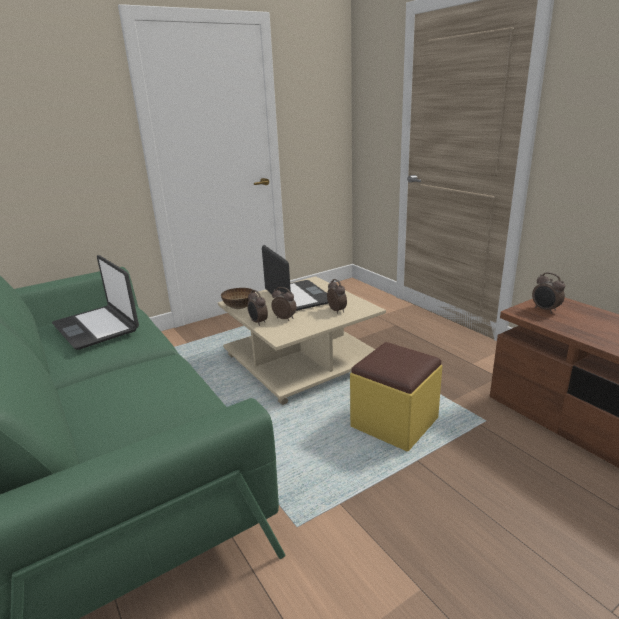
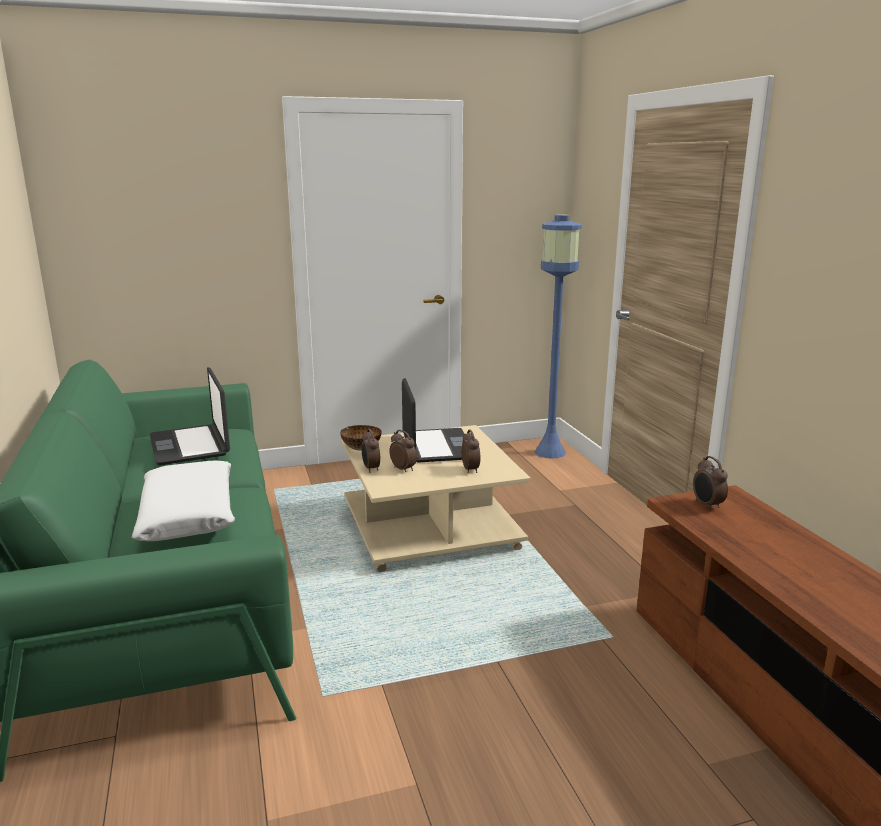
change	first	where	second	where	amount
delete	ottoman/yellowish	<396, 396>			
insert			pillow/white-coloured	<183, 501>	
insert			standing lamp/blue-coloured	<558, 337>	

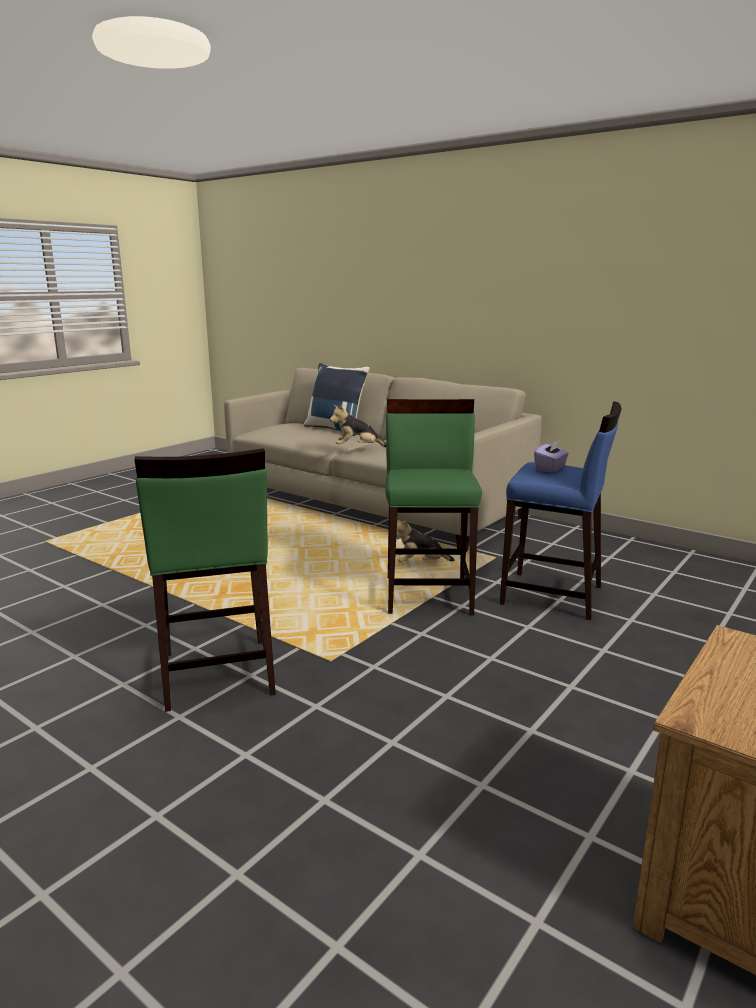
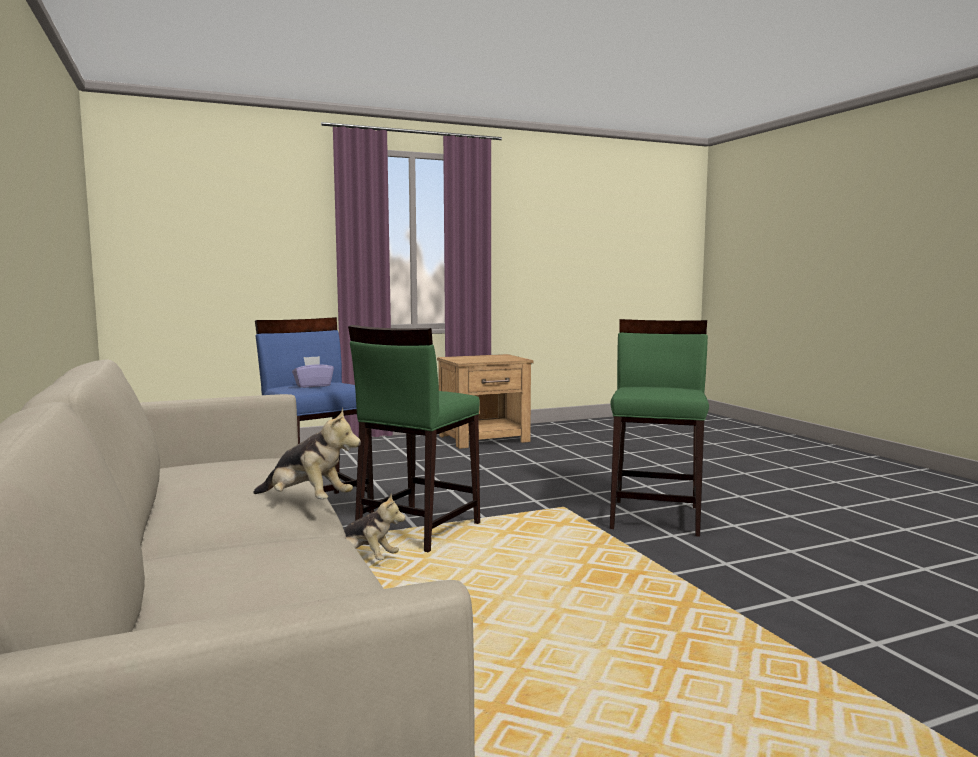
change	first	where	second	where	amount
delete	pillow/blue-coloured	<337, 399>			

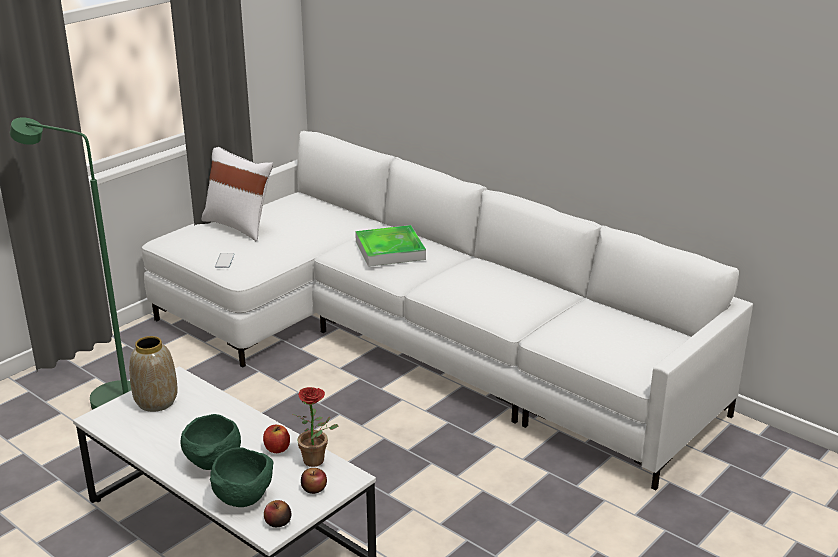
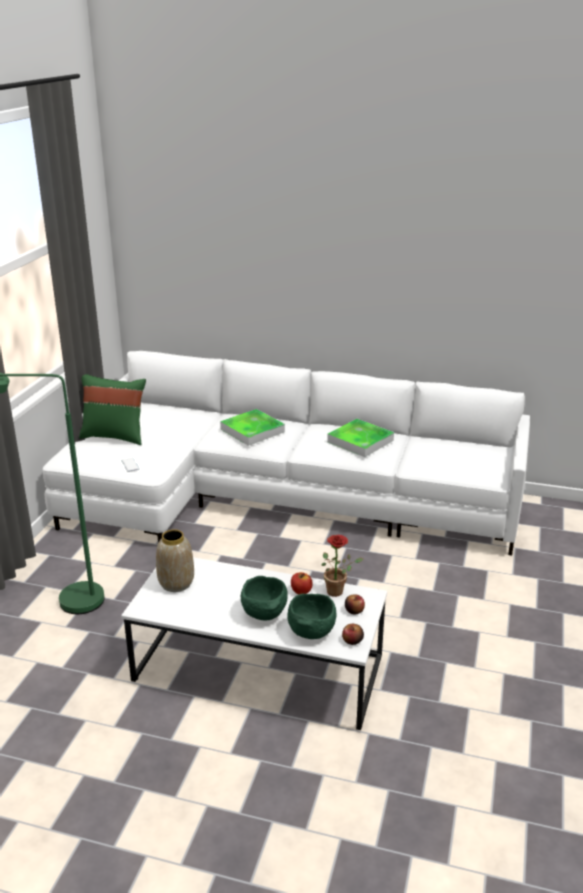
change	first	where	second	where	amount
insert			serving tray	<360, 438>	
recolor	pillow/white-coloured	<237, 194>	pillow/greenish	<112, 409>	

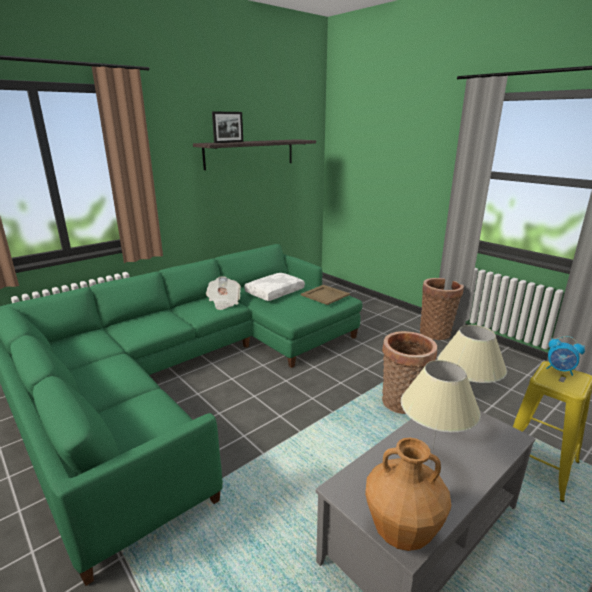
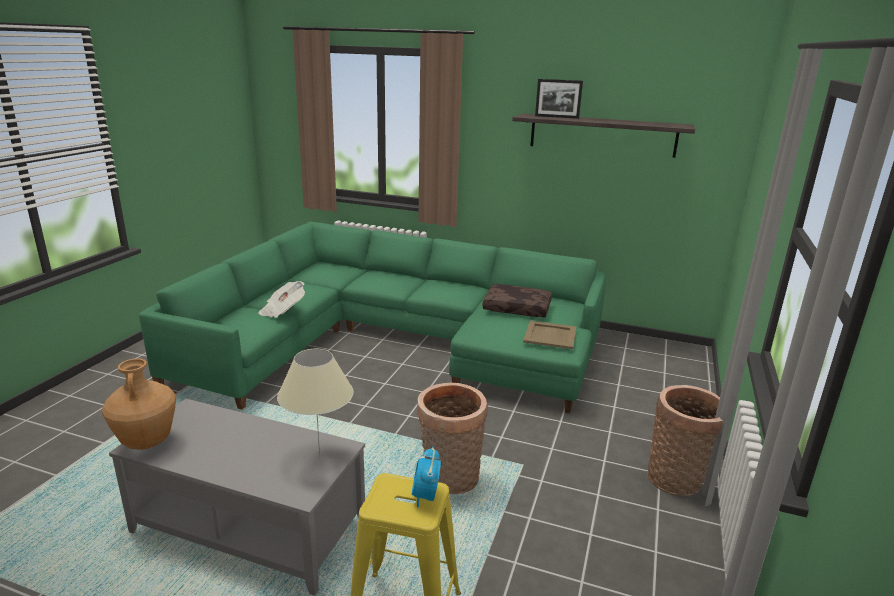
change	first	where	second	where	amount
delete	table lamp/beige	<441, 413>			
move	printed paper	<223, 293>		<281, 299>	
recolor	pillow/white-coloured	<274, 287>	pillow/brownish	<517, 300>	

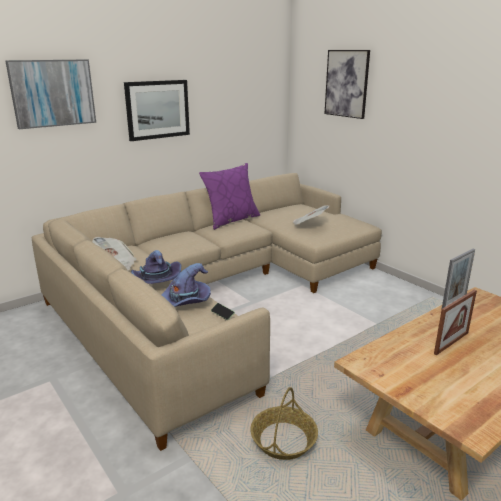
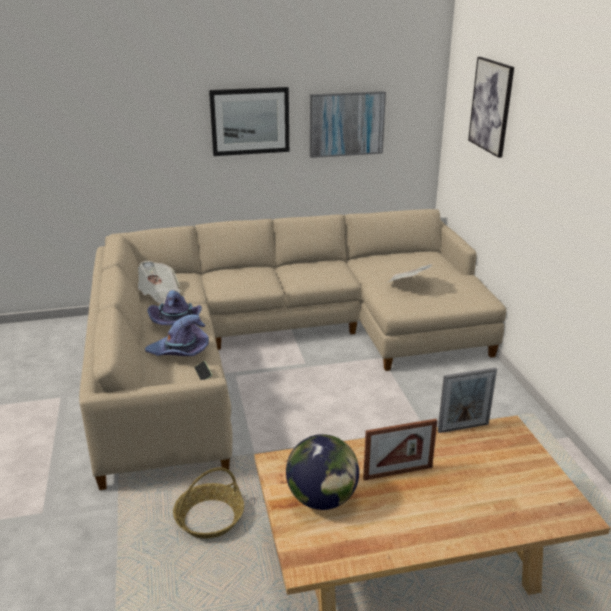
change	first	where	second	where	amount
delete	pillow/purplish	<229, 196>			
insert			desk globe	<322, 472>	
move	picture	<50, 94>		<348, 124>	

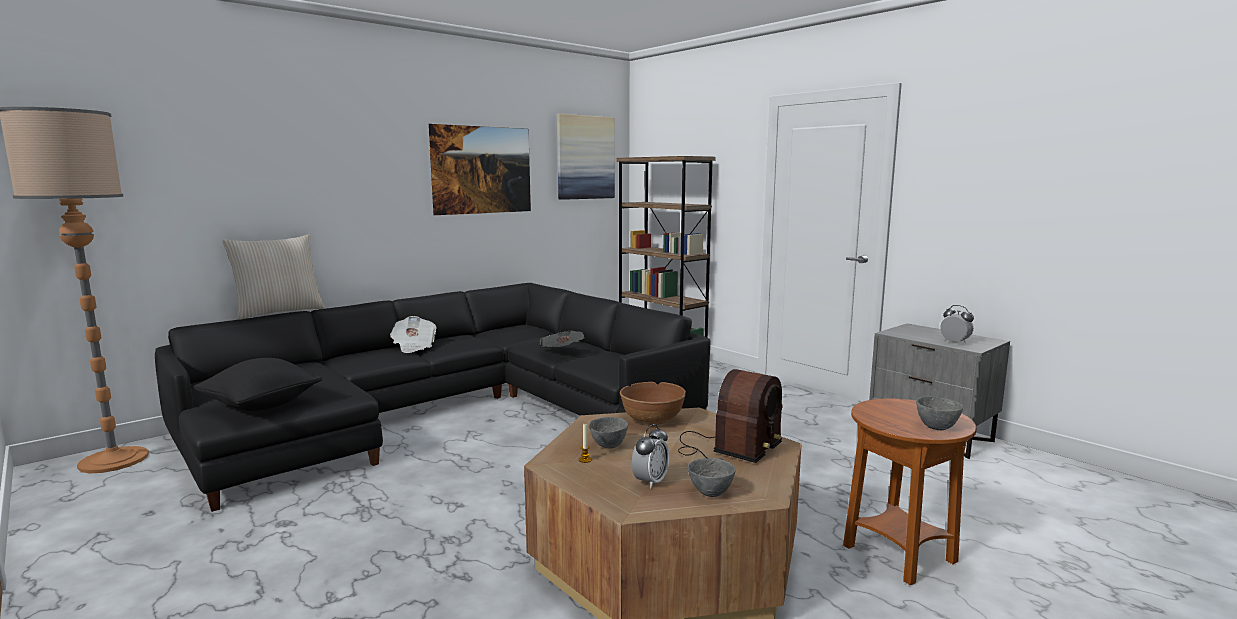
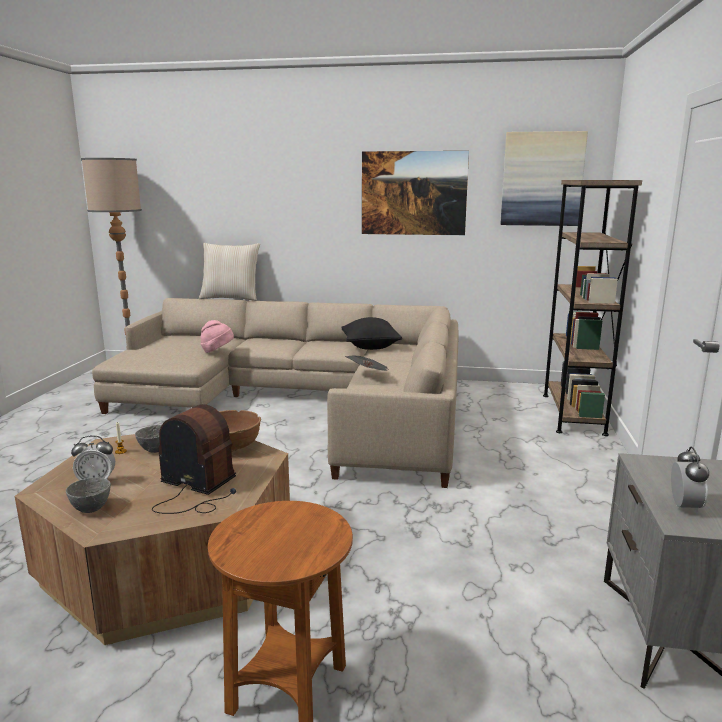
change	first	where	second	where	amount
delete	printed paper	<413, 334>			
delete	bowl/greyish	<939, 413>			
insert			wearable hat/pink	<217, 336>	
move	pillow/blackish	<258, 384>		<371, 333>	
recolor	couch/blackish	<432, 397>	couch/beige	<275, 393>	
rotate	radio set	<730, 416>		<194, 459>	150 degrees counterclockwise

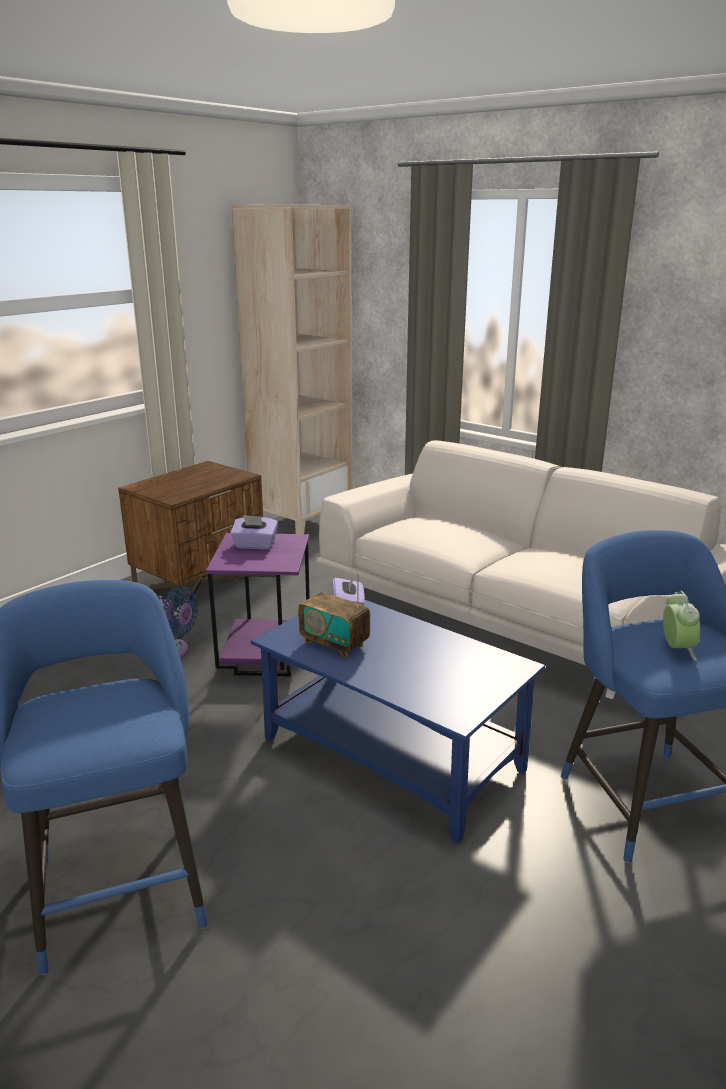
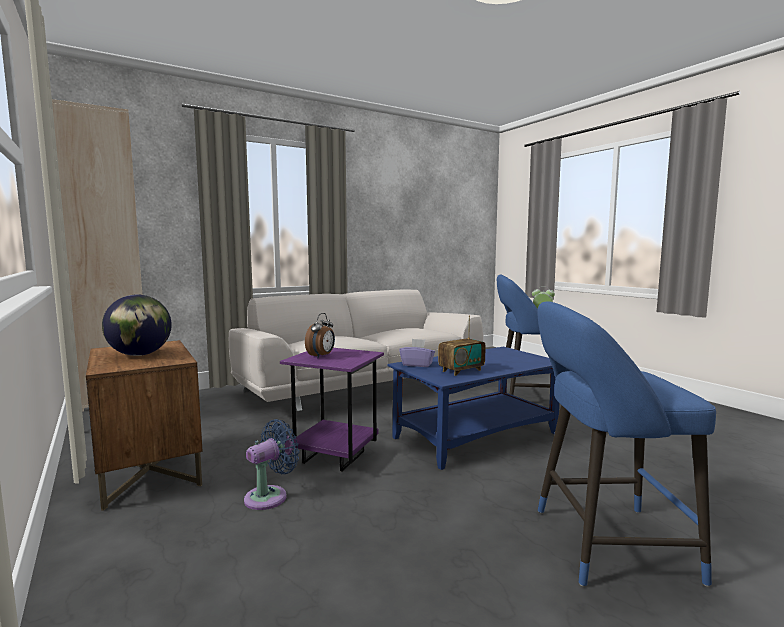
change	first	where	second	where	amount
insert			desk globe	<137, 325>	
replace	box of tissues/purplish	<254, 532>	table clock	<320, 335>	

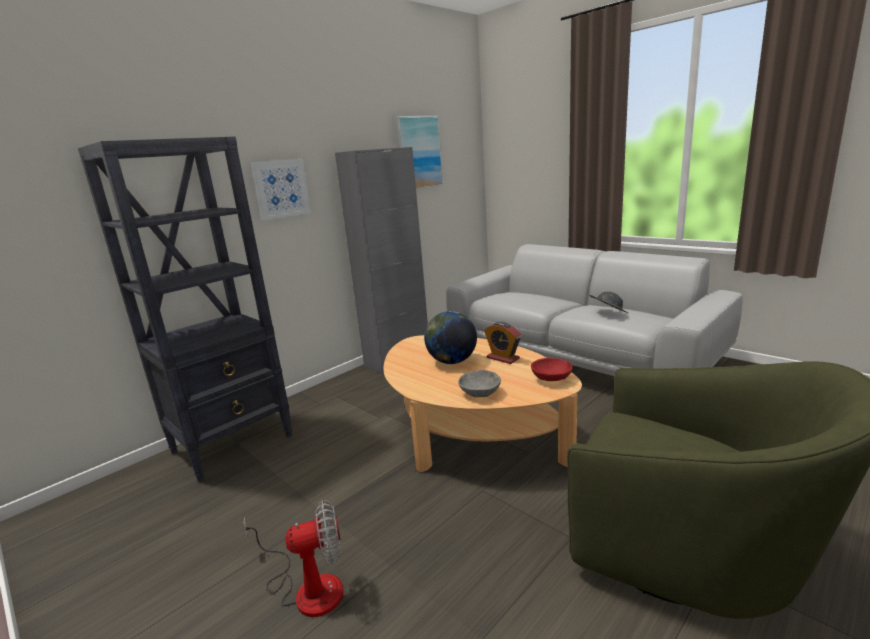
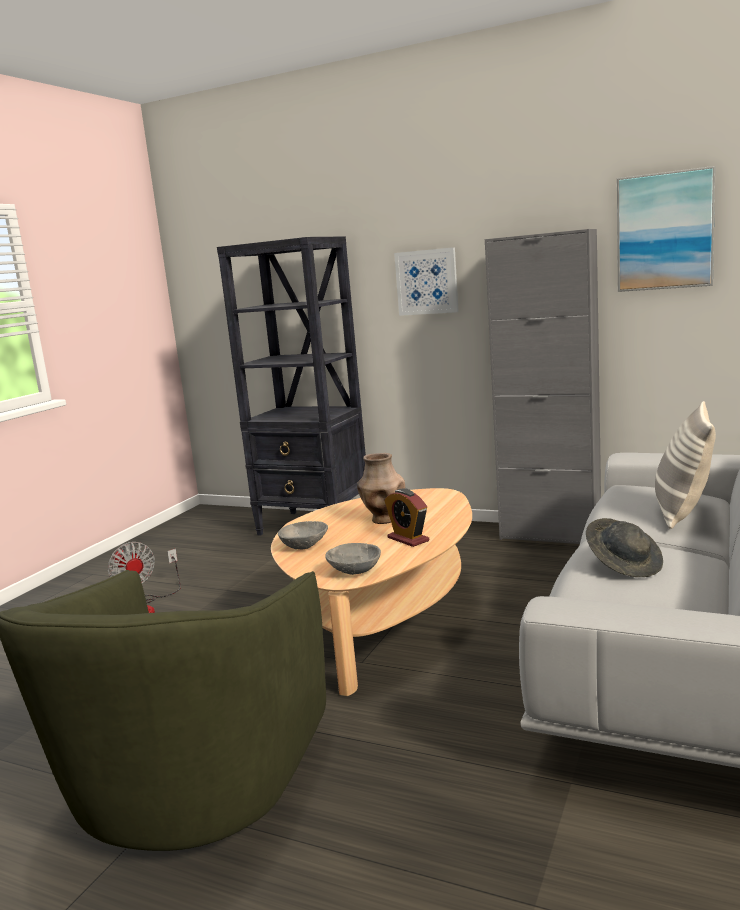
change	first	where	second	where	amount
insert			pillow	<685, 465>	
replace	desk globe	<450, 337>	flower vase/brownish	<381, 488>	
recolor	bowl/red	<552, 369>	bowl/greyish	<353, 559>	
rotate	table clock	<502, 343>		<406, 517>	60 degrees counterclockwise

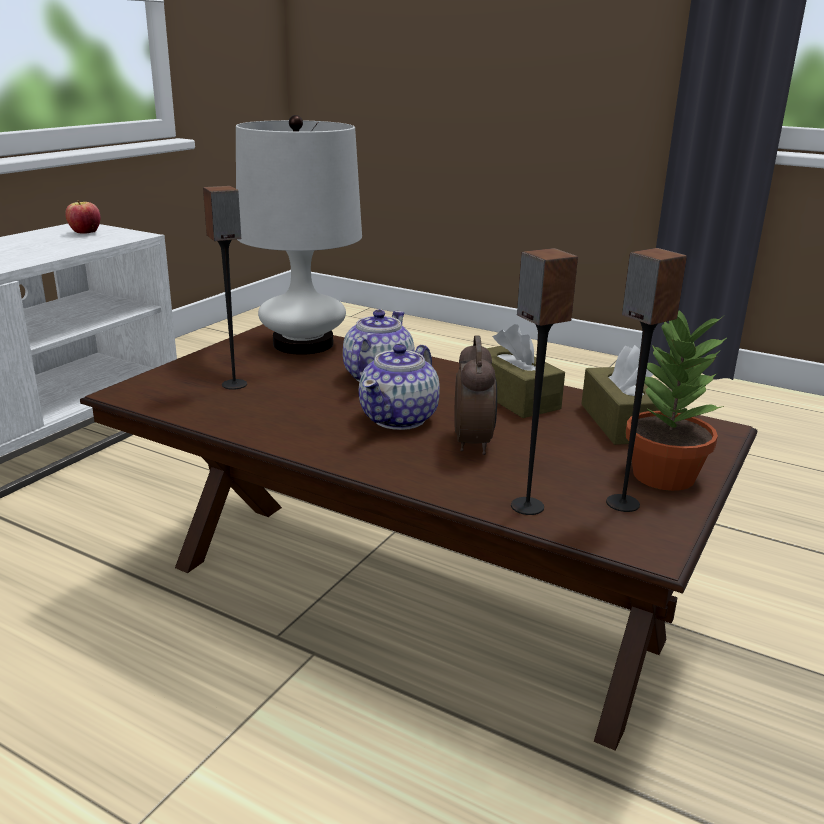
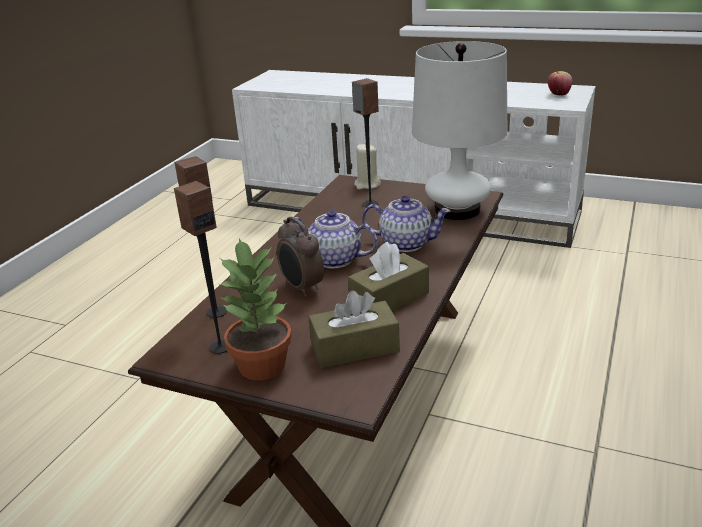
change	first	where	second	where	amount
insert			candle/beige	<367, 166>	
rotate	table clock	<475, 395>		<300, 257>	60 degrees clockwise

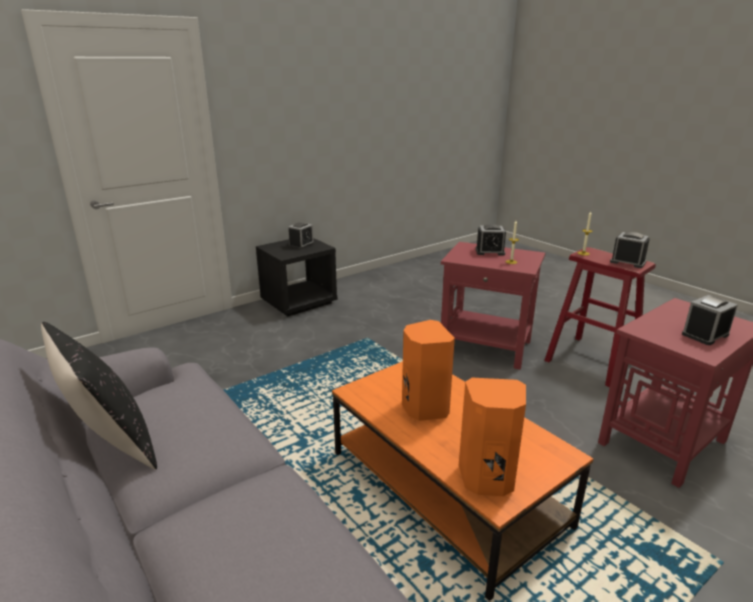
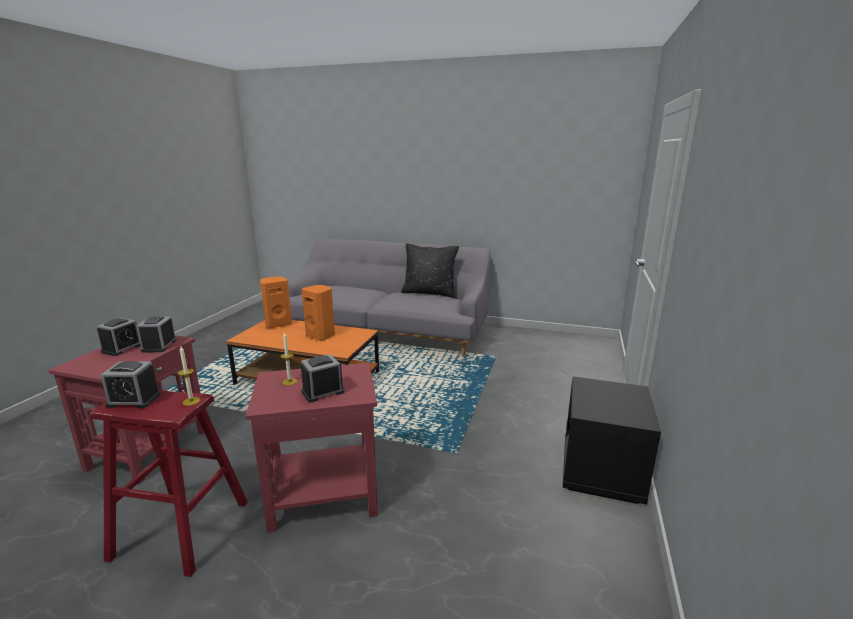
change	first	where	second	where	amount
move	table clock	<301, 235>		<156, 335>	

